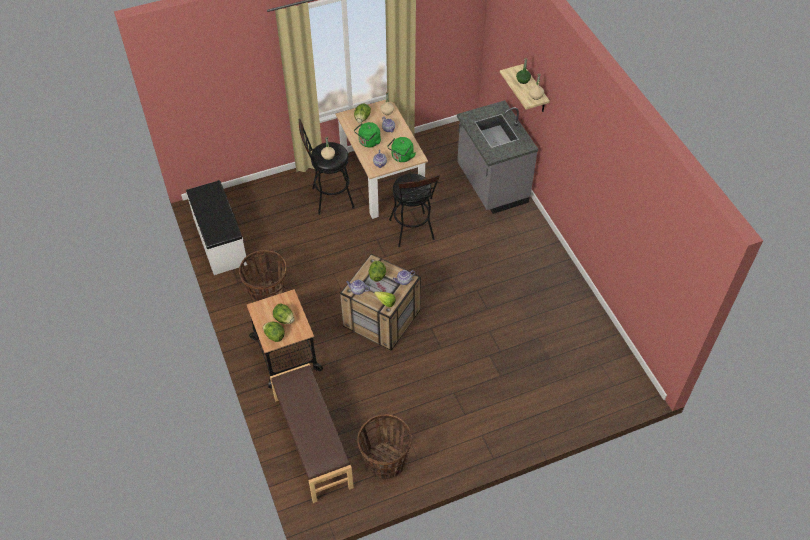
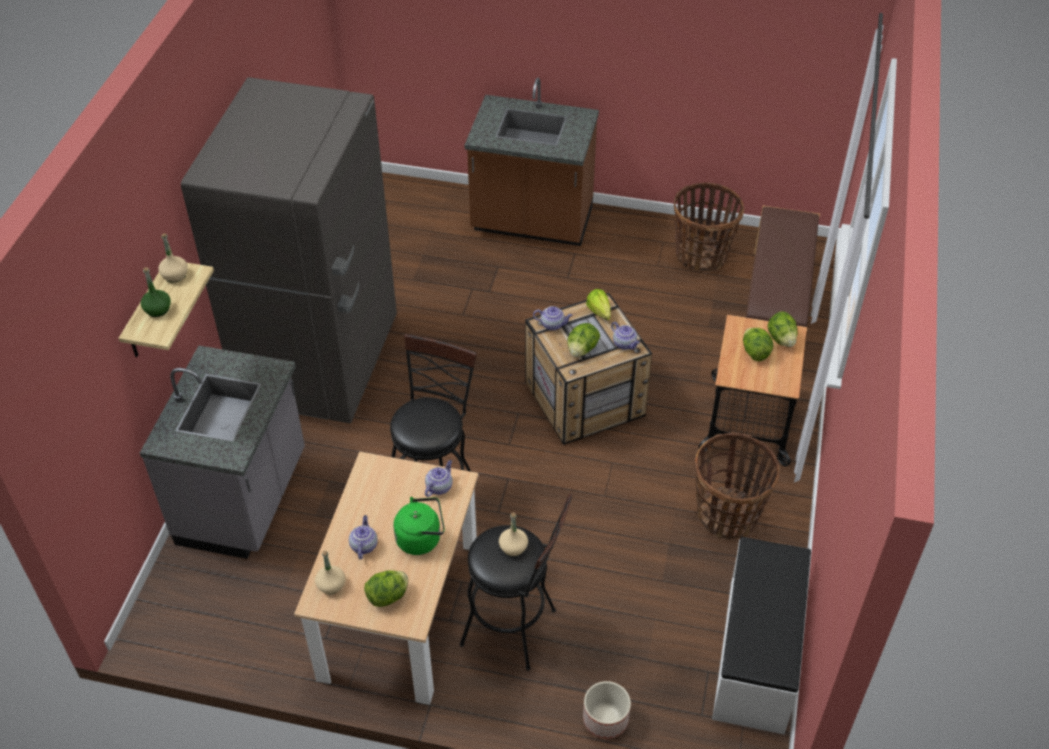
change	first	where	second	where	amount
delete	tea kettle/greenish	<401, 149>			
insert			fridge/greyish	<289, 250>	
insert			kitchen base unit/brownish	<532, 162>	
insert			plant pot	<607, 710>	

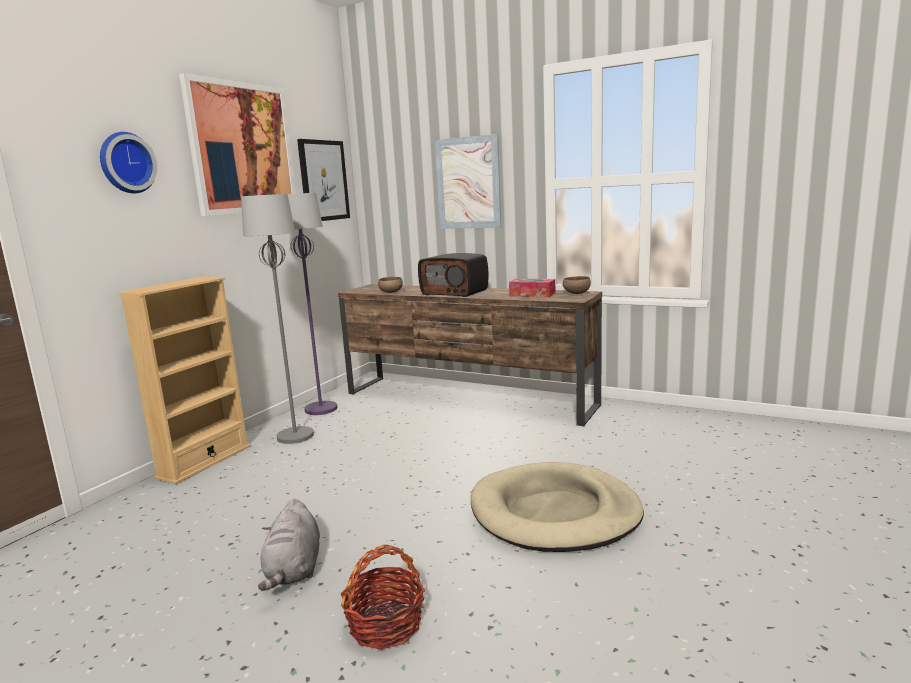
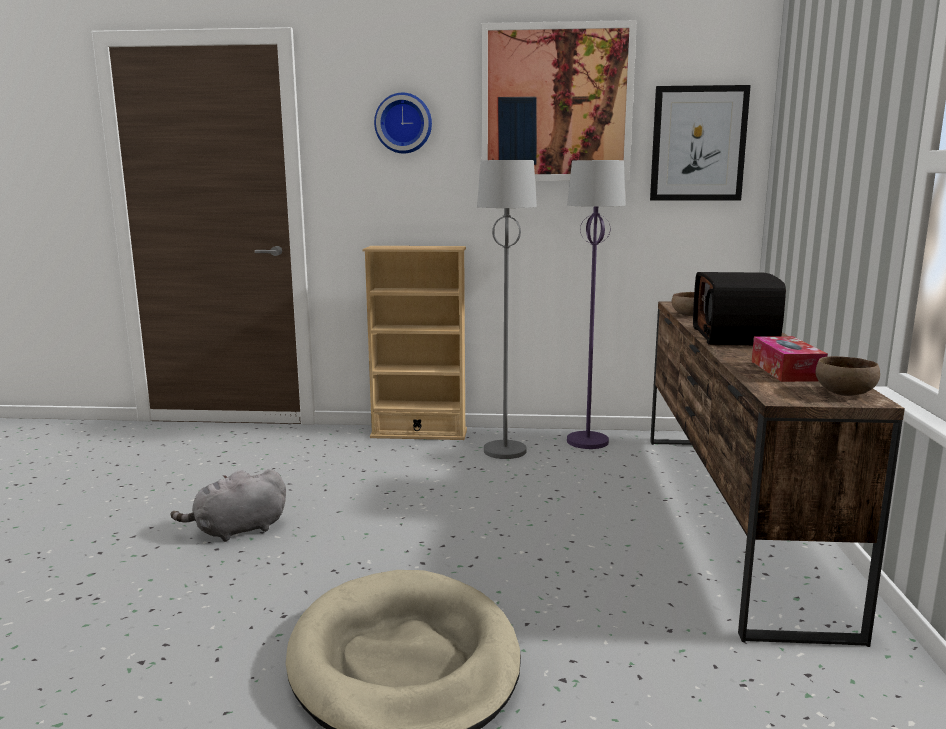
change	first	where	second	where	amount
delete	basket	<383, 597>			
delete	picture	<468, 181>			

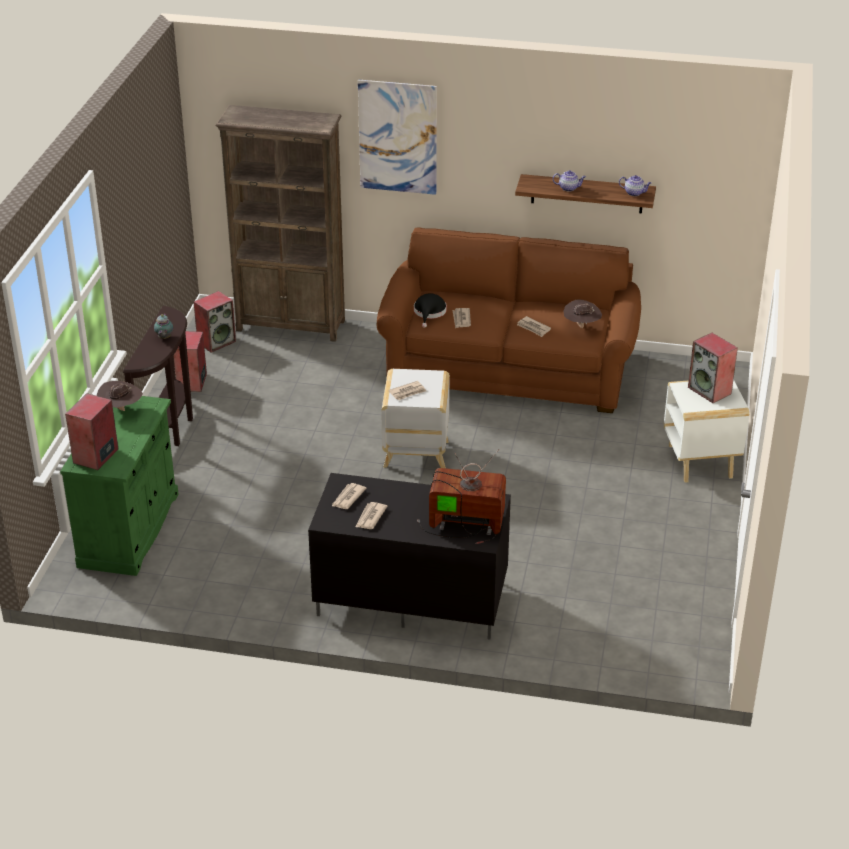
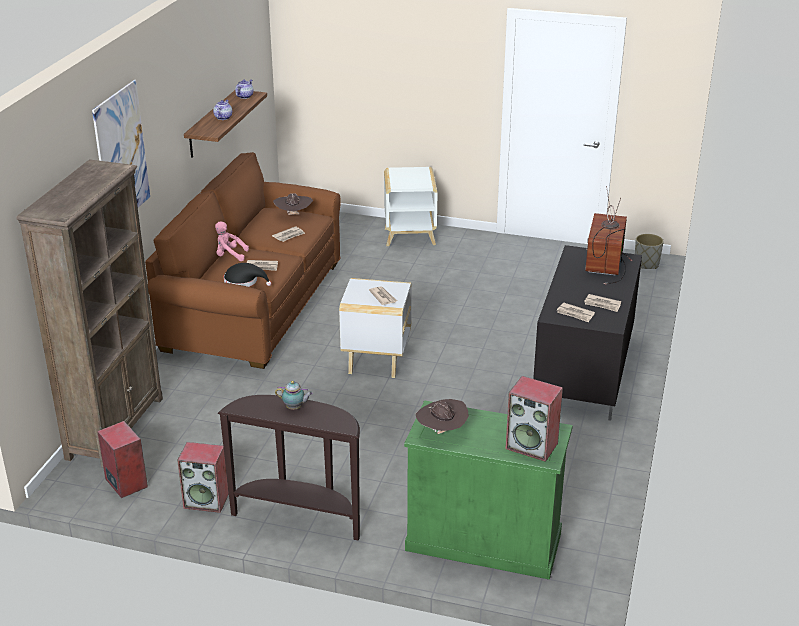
change	first	where	second	where	amount
delete	speaker	<713, 368>			
insert			cuddly toy/pink	<232, 241>	
insert			plant pot/greyish	<649, 251>	

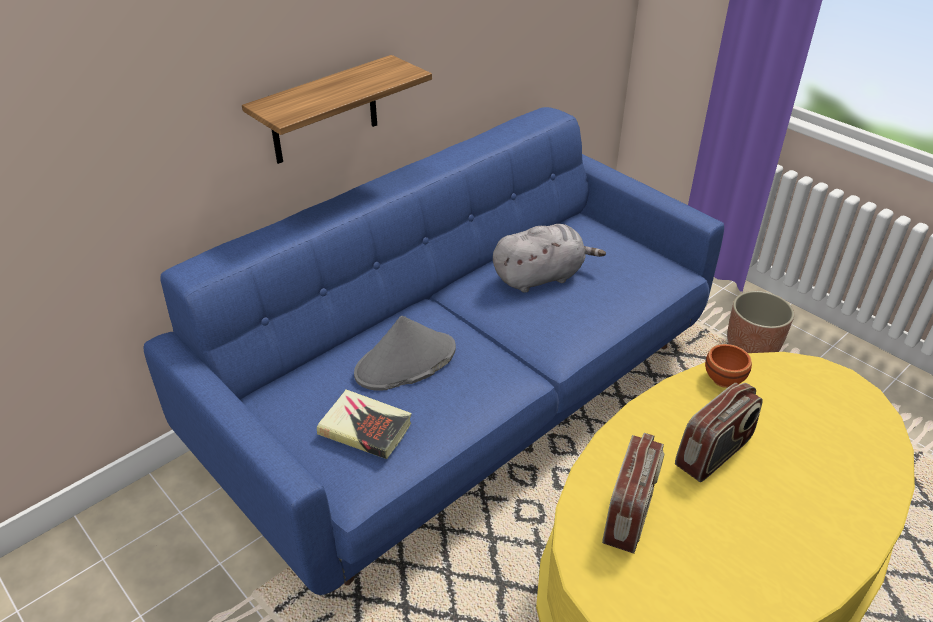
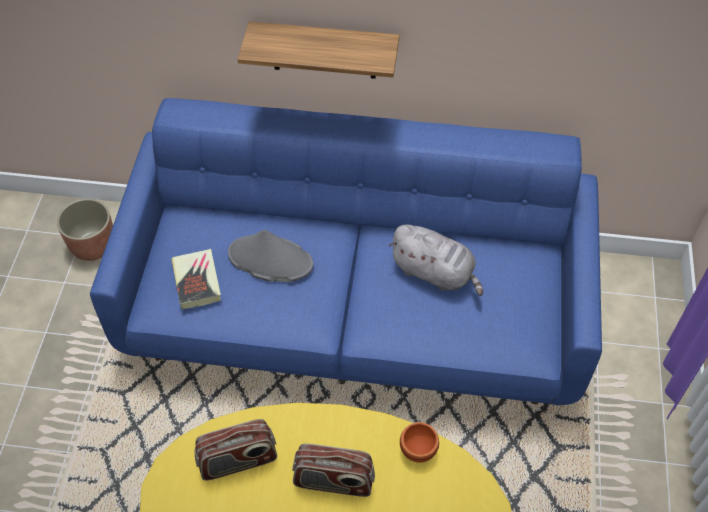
change	first	where	second	where	amount
move	plant pot	<760, 322>		<85, 230>	

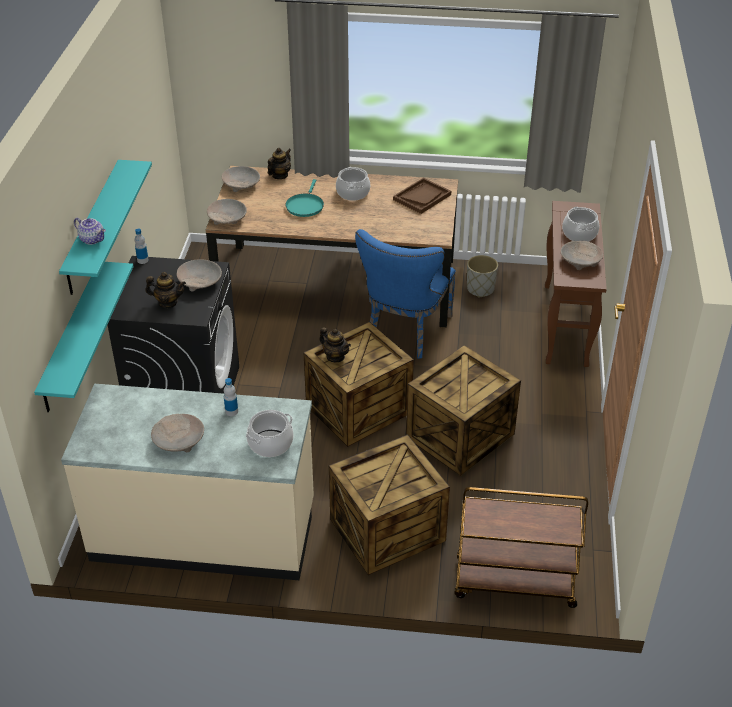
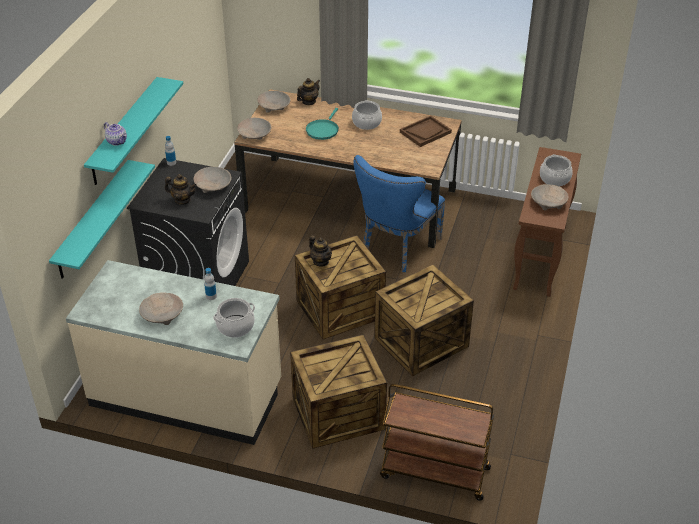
change	first	where	second	where	amount
delete	plant pot/greyish	<482, 276>			

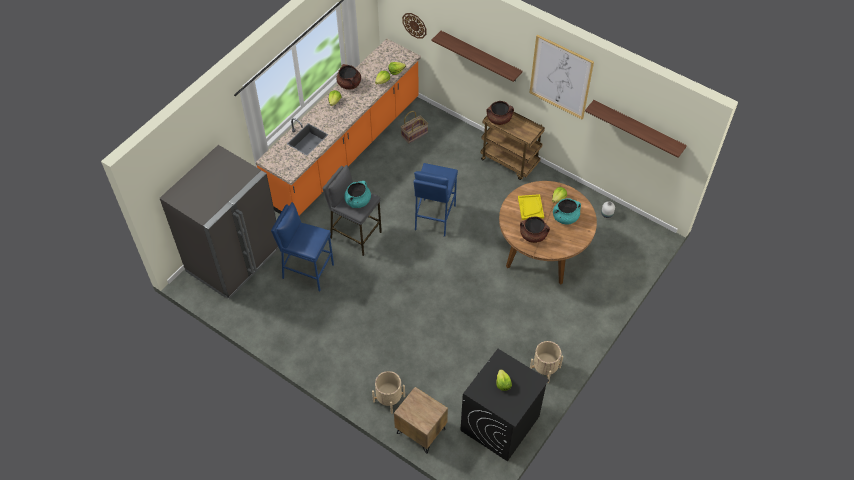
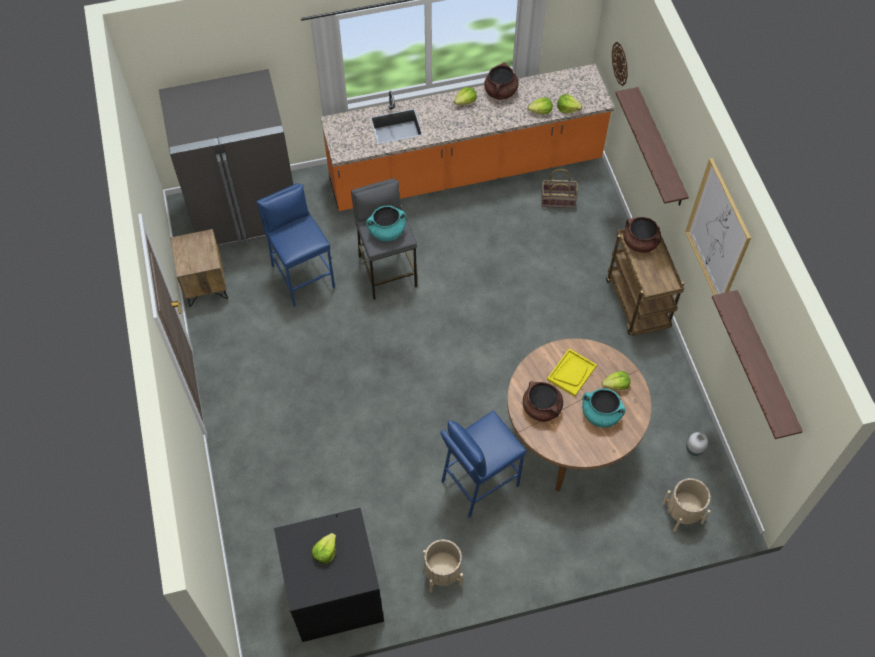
change	first	where	second	where	amount
move	plant pot/beige	<388, 392>		<686, 505>	
move	nightstand/brownish	<421, 420>		<199, 268>	
move	stool/blue-coloured	<436, 200>		<483, 464>	

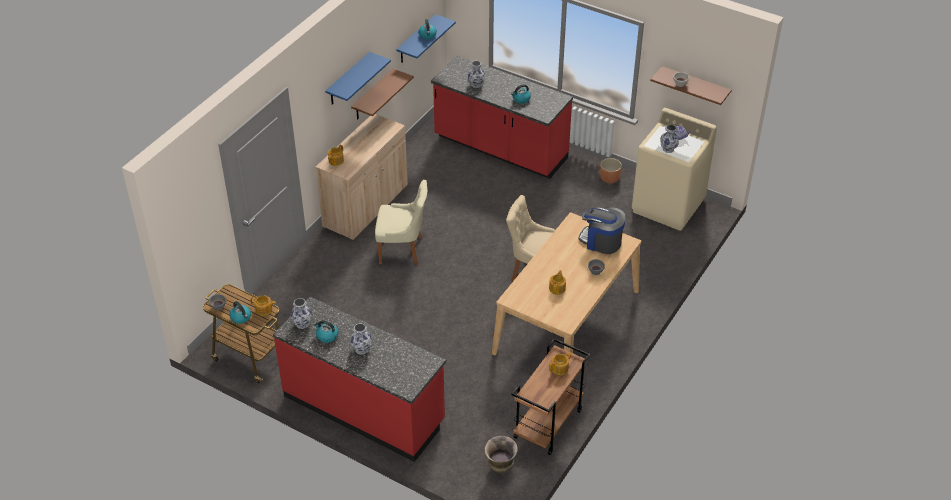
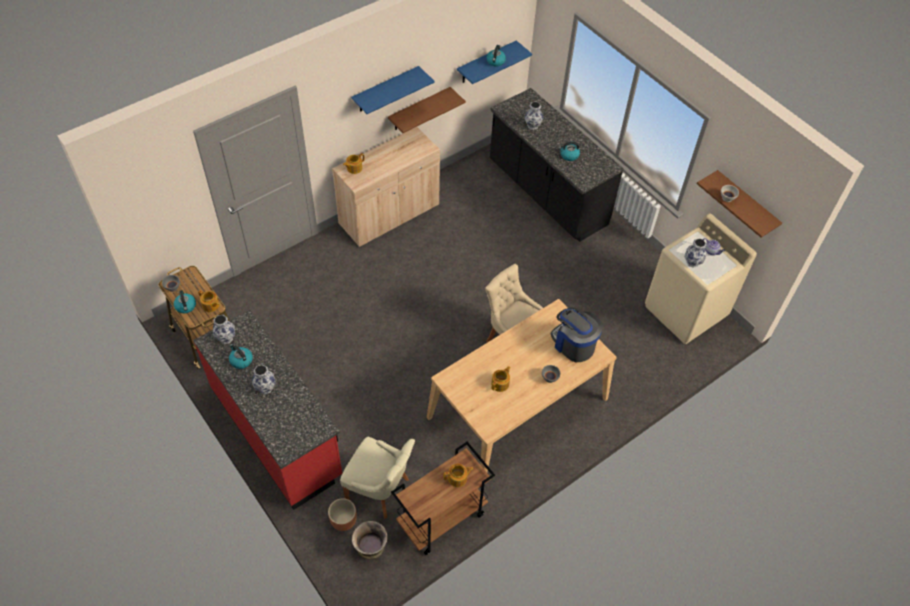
change	first	where	second	where	amount
move	plain chair/beige	<401, 222>		<377, 478>	
move	plant pot/brownish	<611, 170>		<342, 514>	
recolor	kitchen base unit/red	<502, 117>	kitchen base unit/blackish	<557, 165>	

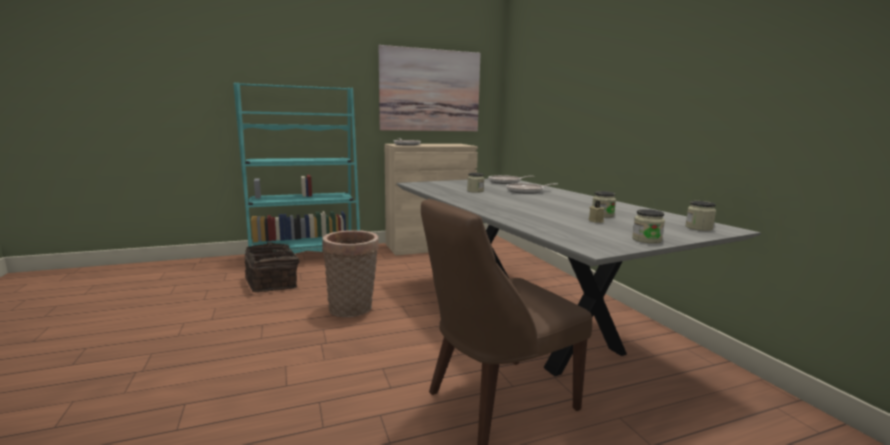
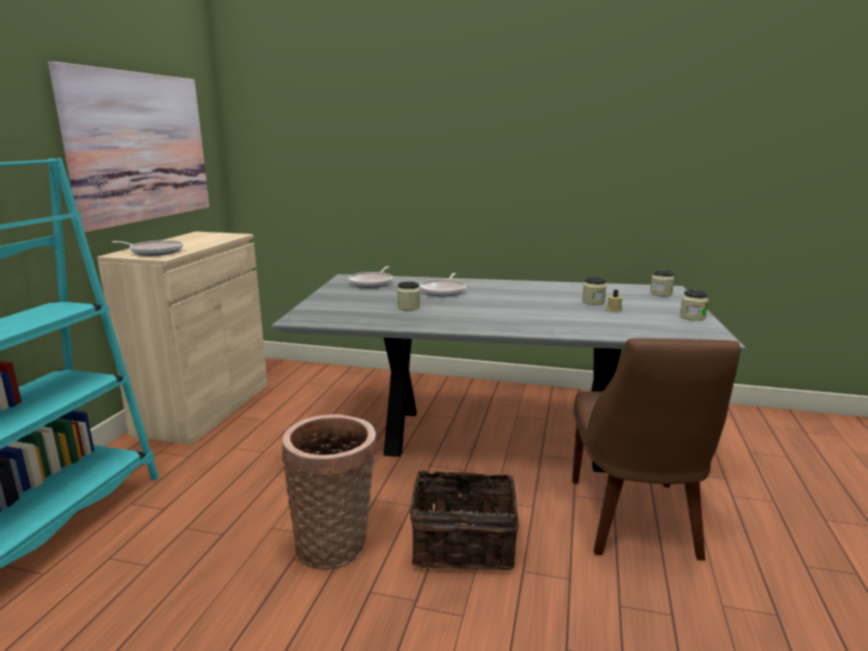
change	first	where	second	where	amount
move	basket	<273, 267>		<464, 517>	

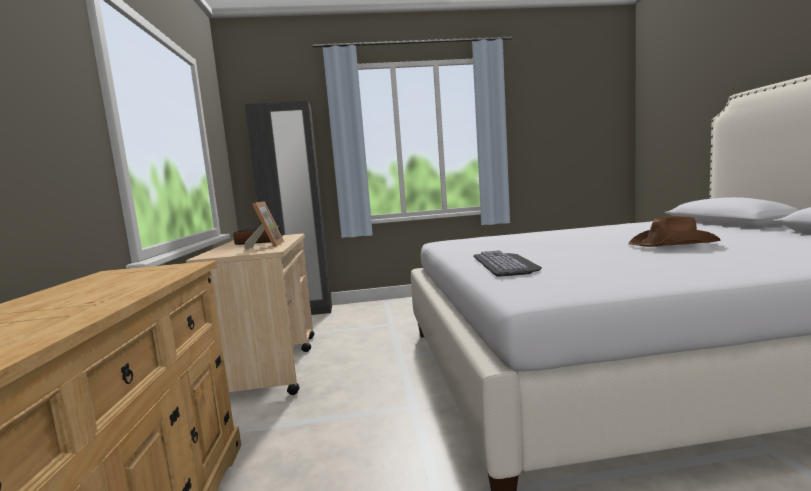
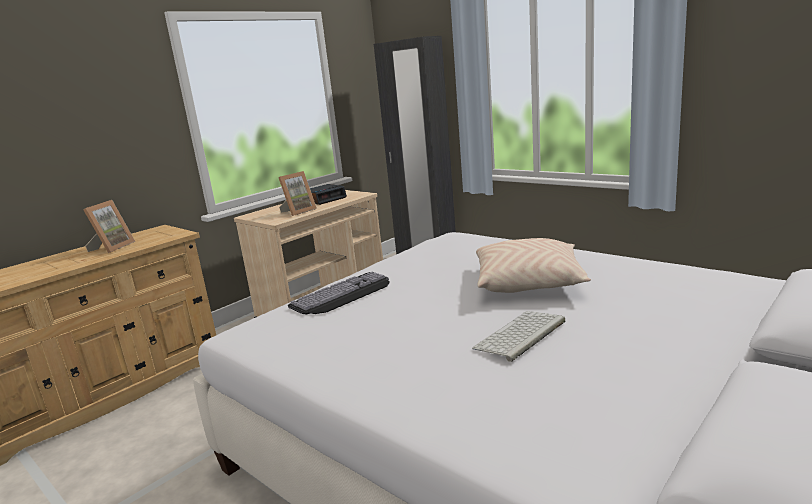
change	first	where	second	where	amount
insert			photo frame	<109, 226>	
insert			pillow/beige	<533, 265>	
replace	wearable hat/brownish	<675, 231>	computer keyboard	<519, 336>	

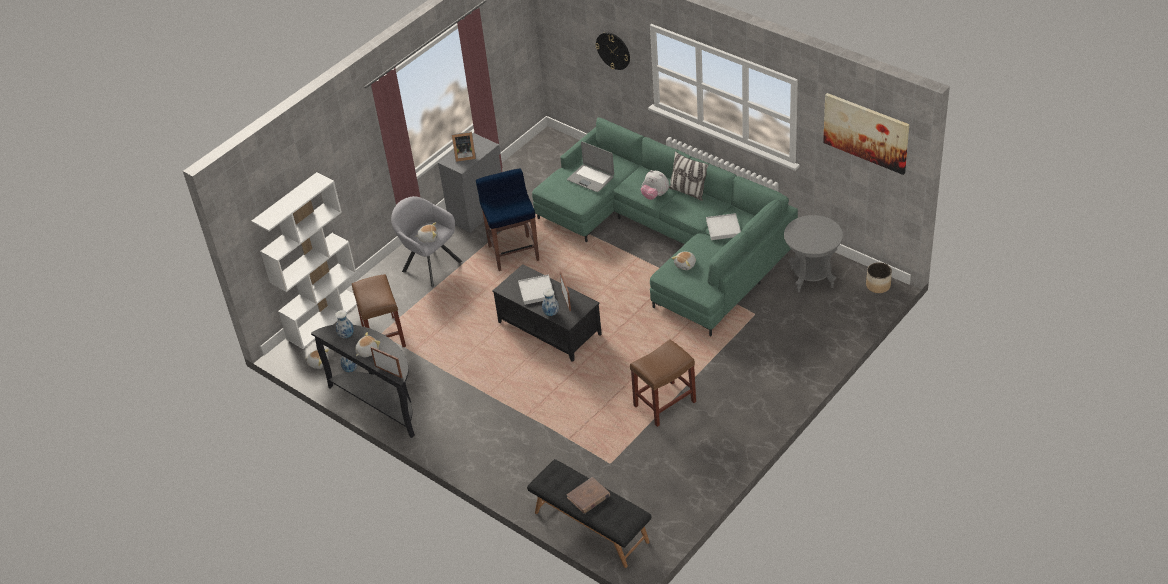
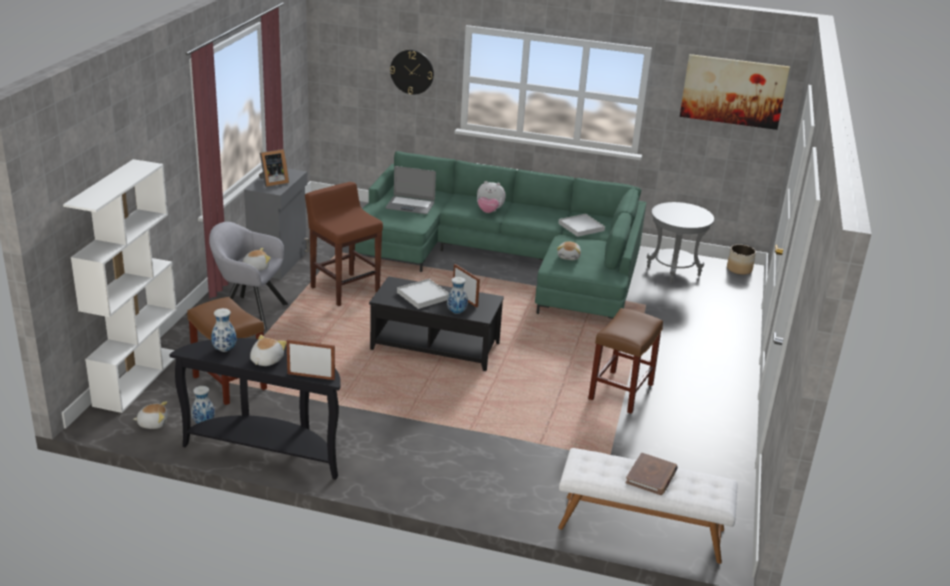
change	first	where	second	where	amount
delete	pillow	<689, 176>			
recolor	stool/blue-coloured	<507, 219>	stool/brownish	<344, 244>	
recolor	long seat/blackish	<589, 513>	long seat/white-coloured	<648, 506>	

